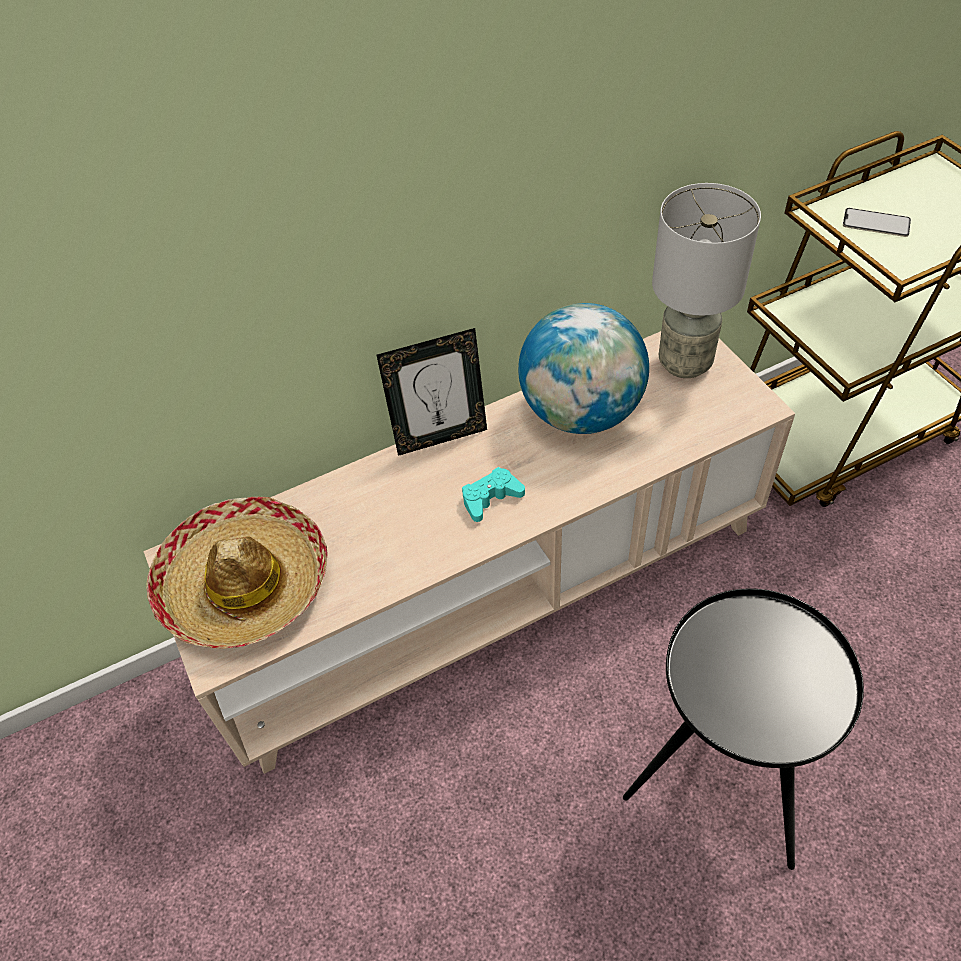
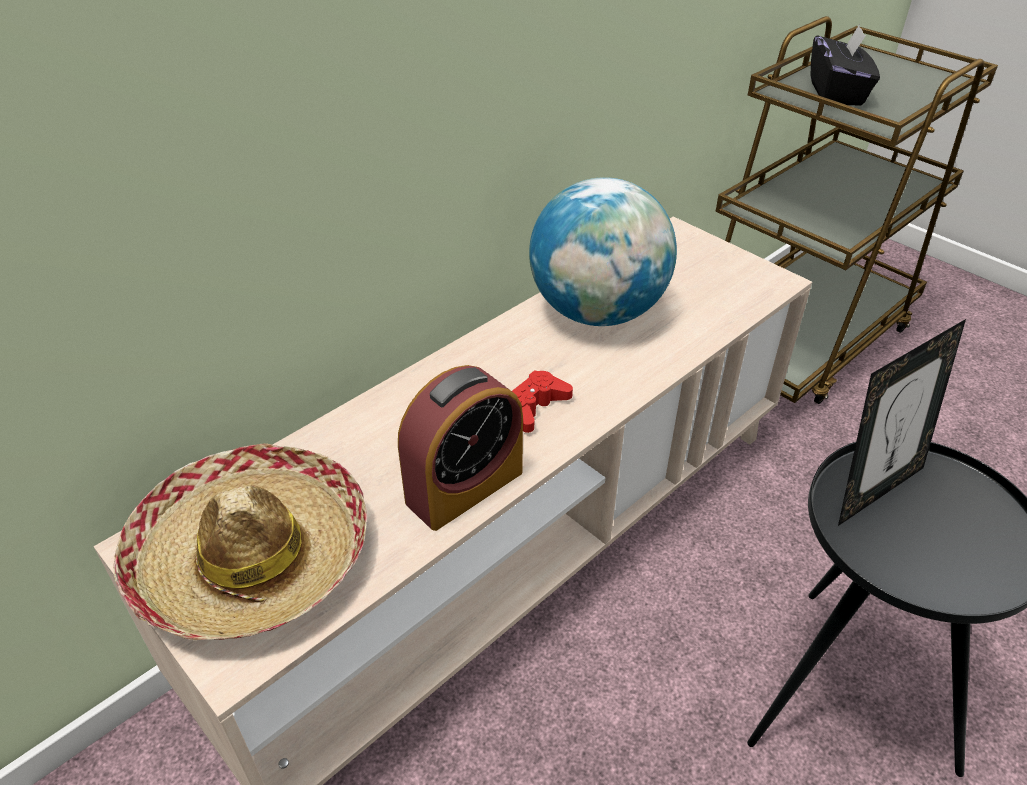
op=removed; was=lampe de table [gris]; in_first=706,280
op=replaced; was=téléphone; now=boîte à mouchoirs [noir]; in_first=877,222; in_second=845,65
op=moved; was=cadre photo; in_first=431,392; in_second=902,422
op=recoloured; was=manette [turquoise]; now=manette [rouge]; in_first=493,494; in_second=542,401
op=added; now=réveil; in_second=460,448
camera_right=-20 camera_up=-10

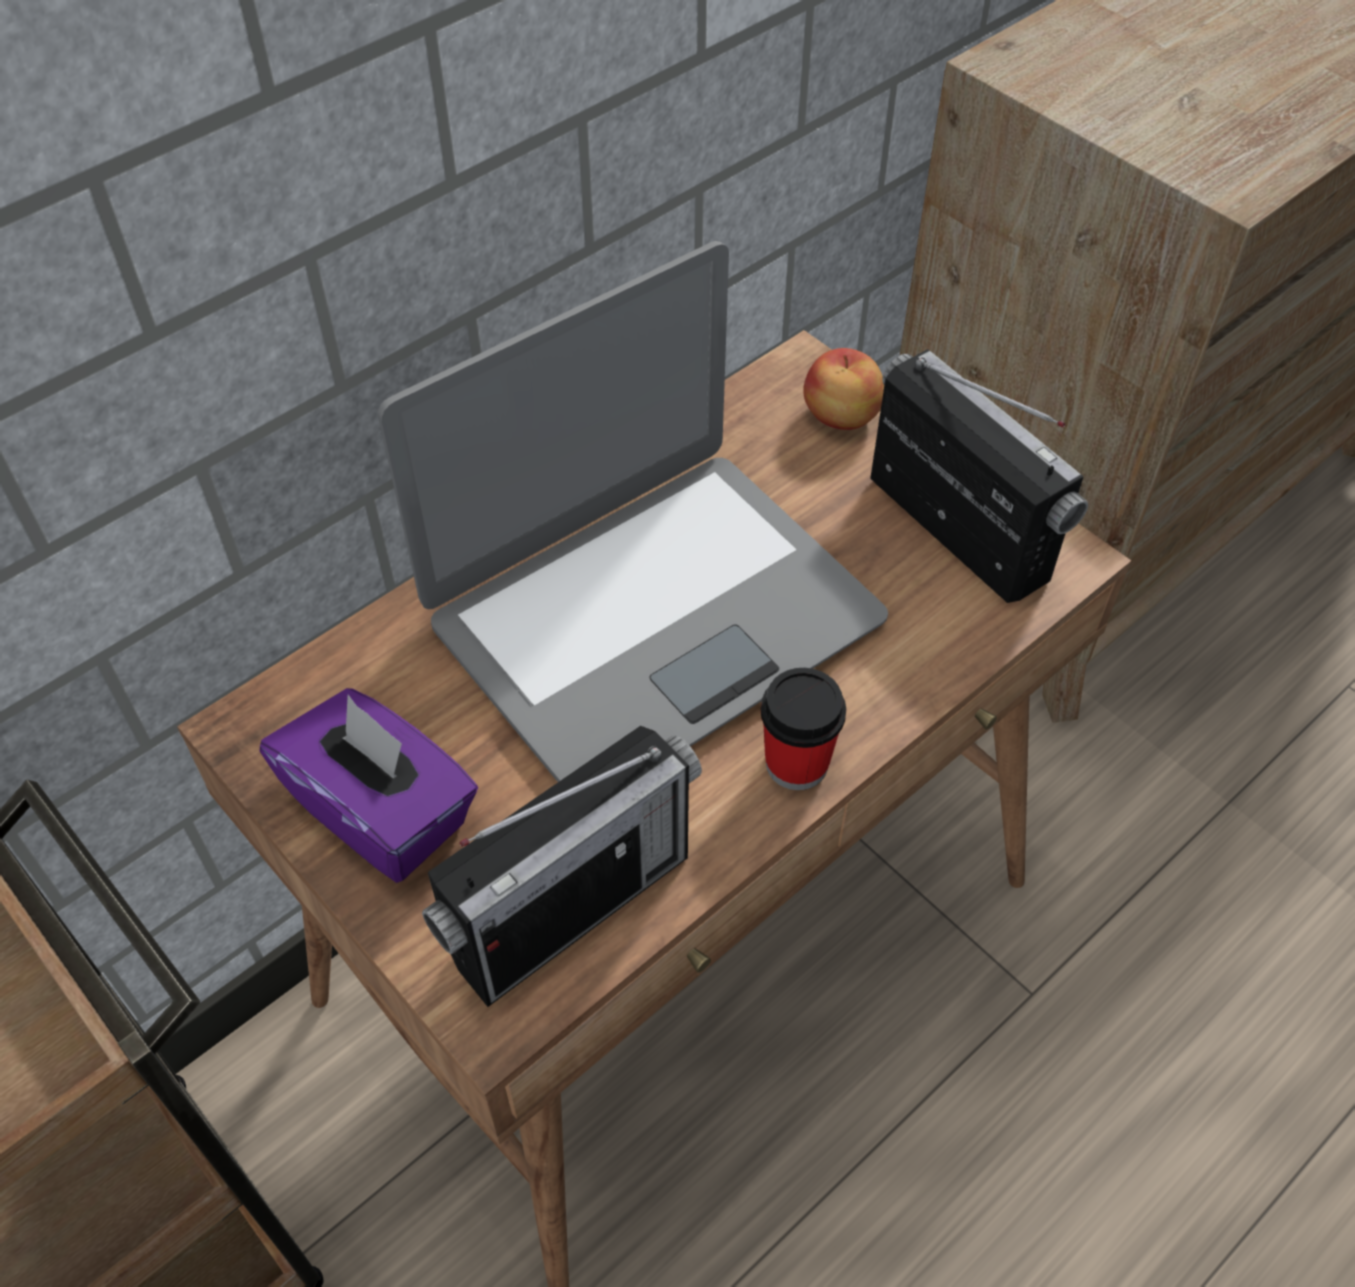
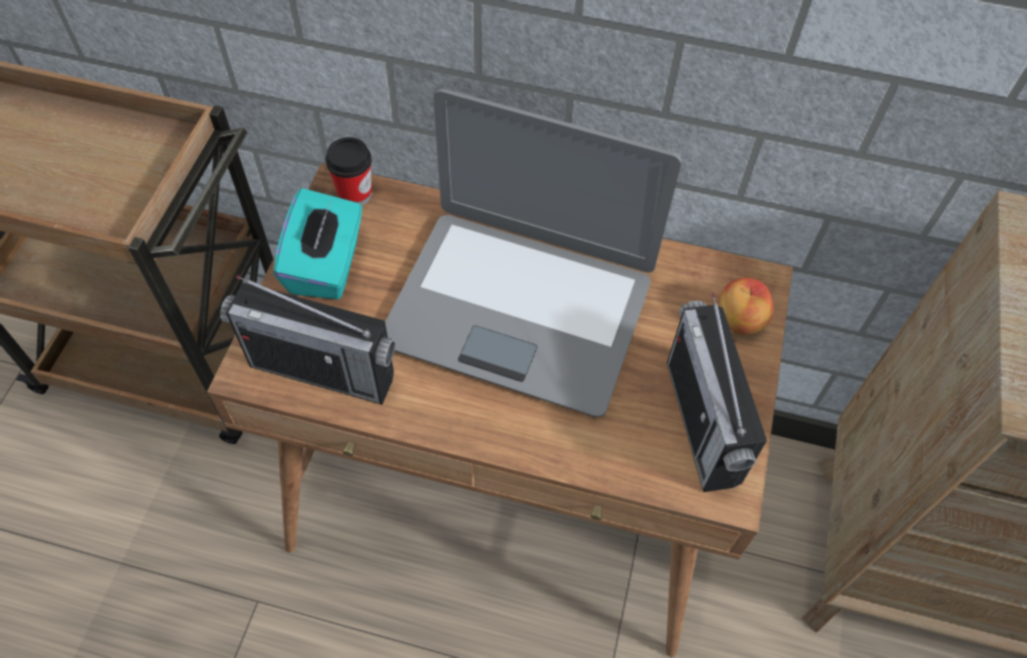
op=turned; was=radio; in_first=979,476; in_second=717,392; clockwise=150
op=moved; was=tasse; in_first=803,729; in_second=349,171
op=recoloured; was=boîte à mouchoirs [violet]; now=boîte à mouchoirs [turquoise]; in_first=369,785; in_second=317,244
camera_right=55 camera_up=5

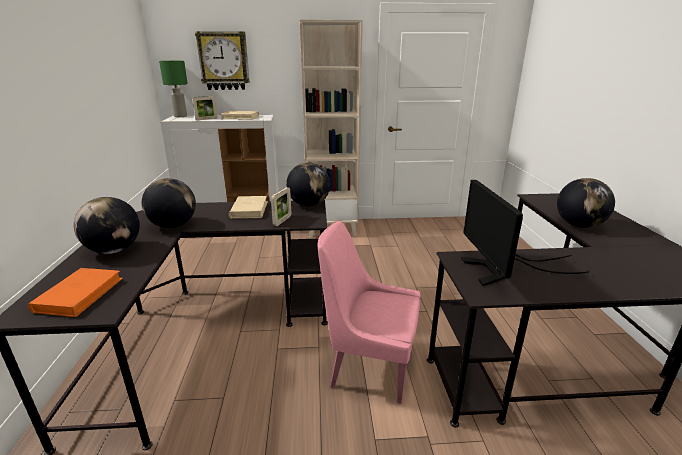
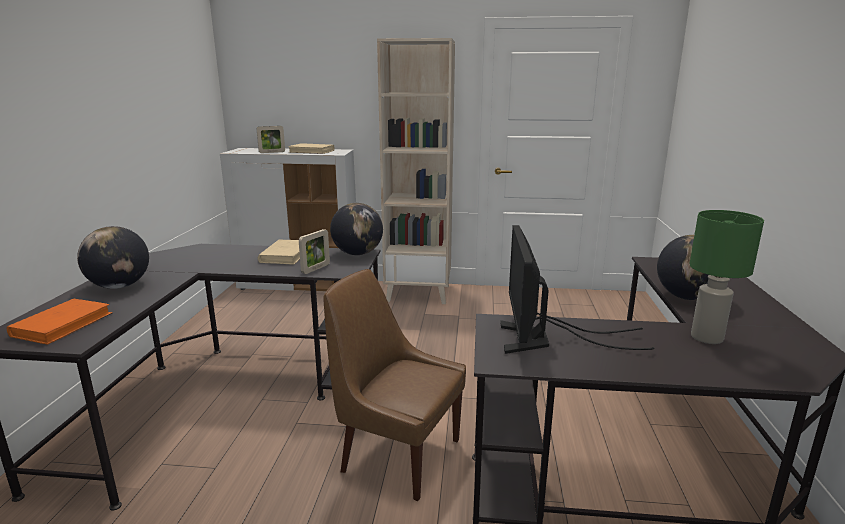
op=removed; was=horloge murale; in_first=222,60
op=moved; was=lampe de table [vert]; in_first=173,89; in_second=727,277
op=removed; was=globe; in_first=169,203
op=recoloured; was=chaise [rose]; now=chaise [marron]; in_first=369,312; in_second=394,385
camera_right=10 camera_up=-5

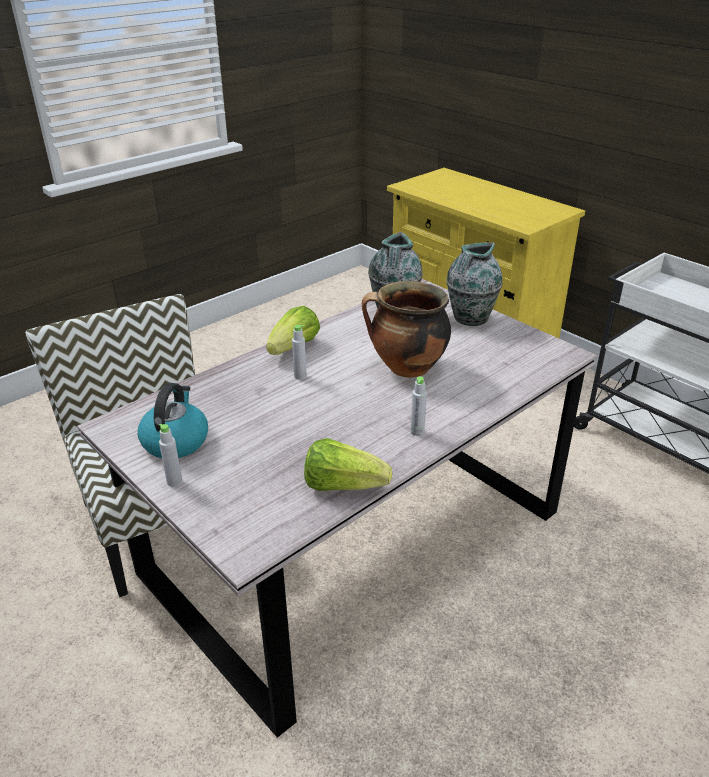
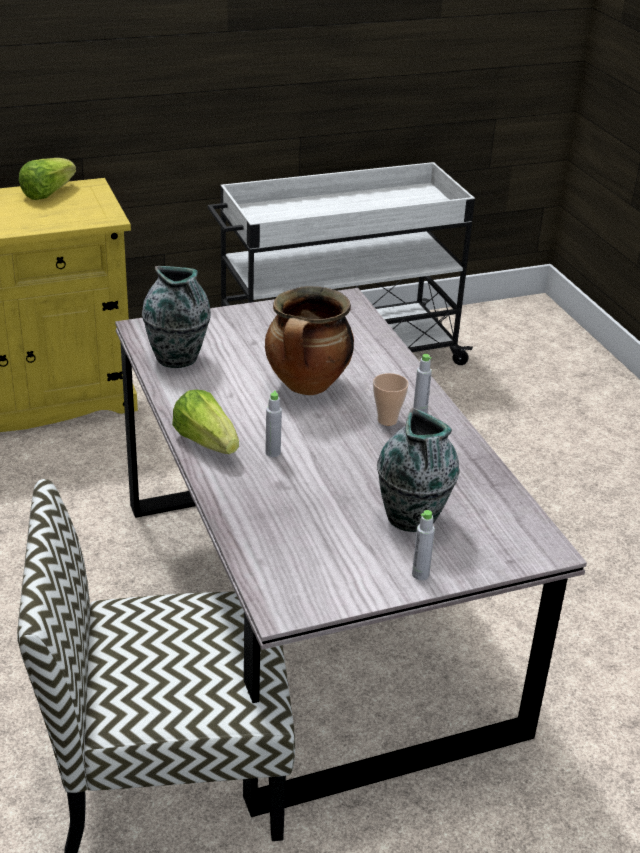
op=moved; was=vase; in_first=475,284; in_second=418,470
op=removed; was=bouilloire; in_first=173,420
op=moved; was=laitue; in_first=348,464; in_second=47,179
op=added; now=tasse; in_second=391,399
camera_right=-70 camera_up=0

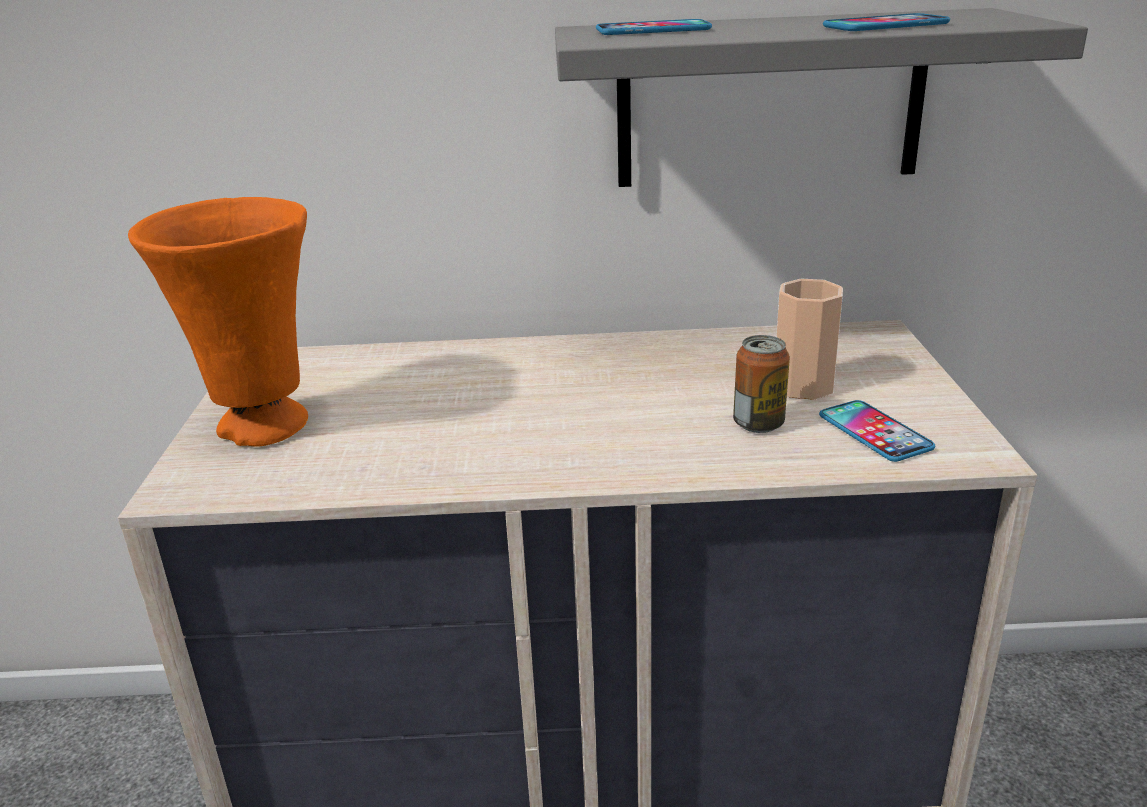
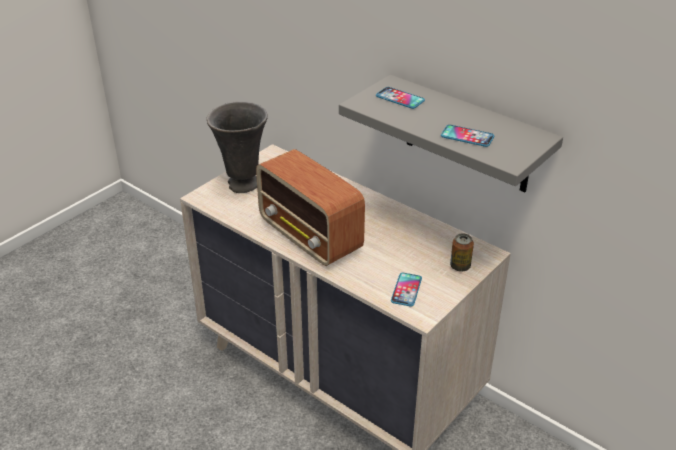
op=recoloured; was=vase [orange]; now=vase [gris]; in_first=218,322; in_second=237,147
op=removed; was=tasse; in_first=809,339
op=moved; was=boîte métallique; in_first=761,384; in_second=462,252
op=added; now=radio; in_second=310,207
camera_right=40 camera_up=10

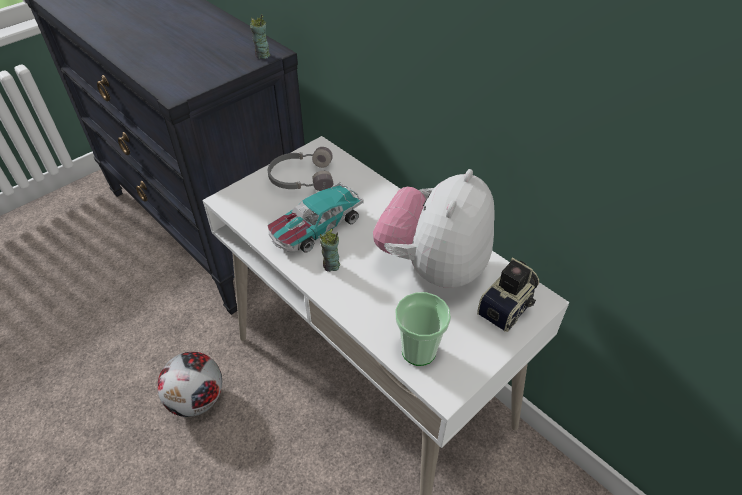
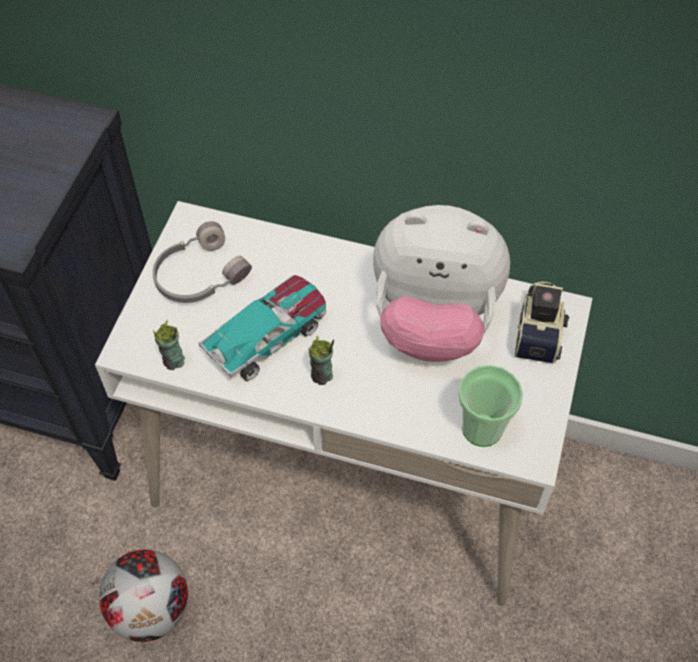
op=moved; was=tasse; in_first=260,36; in_second=169,345
op=turned; was=peluche; in_first=434,228; in_second=441,283; clockwise=-75
op=turned; was=petite voiture; in_first=316,217; in_second=262,328; clockwise=-150
camera_right=-30 camera_up=10

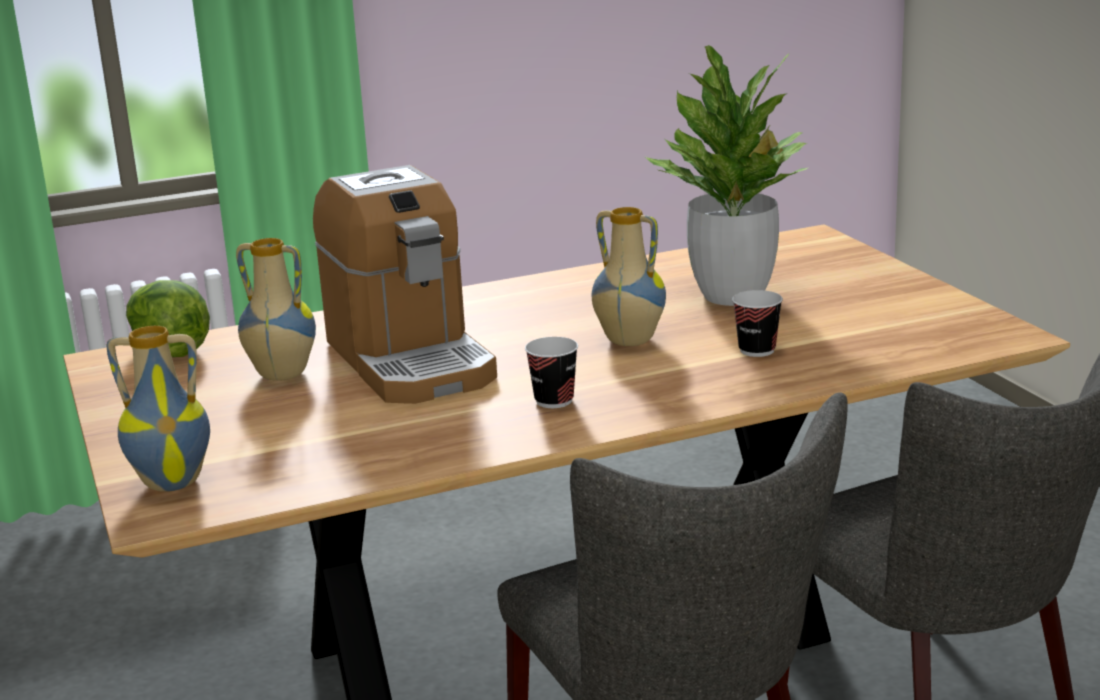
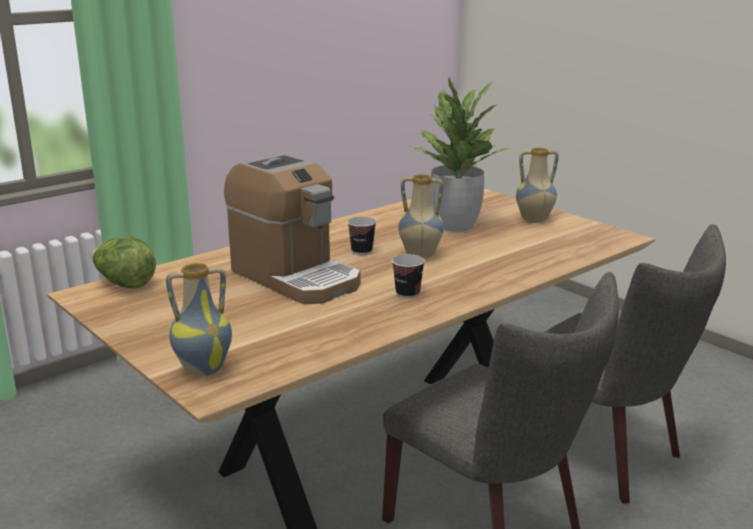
op=moved; was=vase; in_first=276,309; in_second=537,185
op=moved; was=tasse; in_first=757,323; in_second=361,236
camera_right=-20 camera_up=0

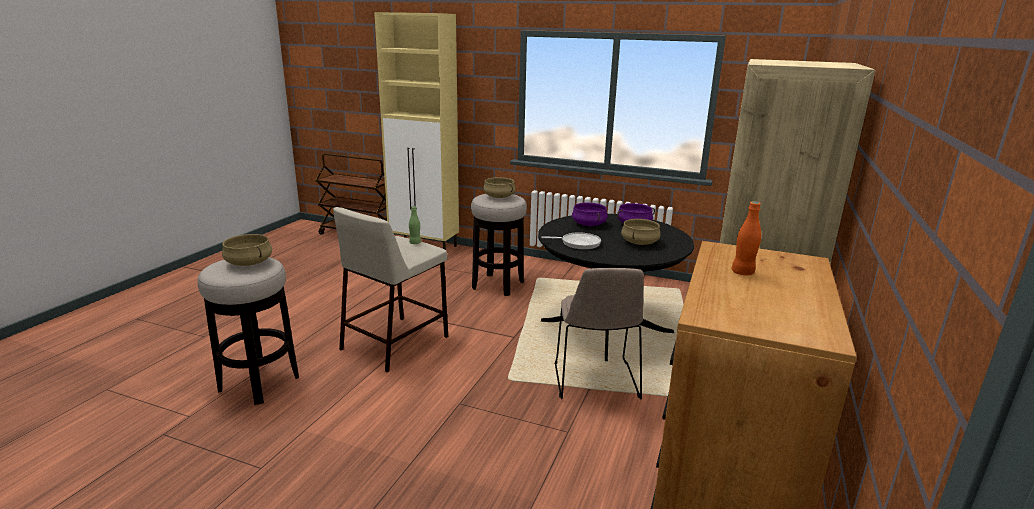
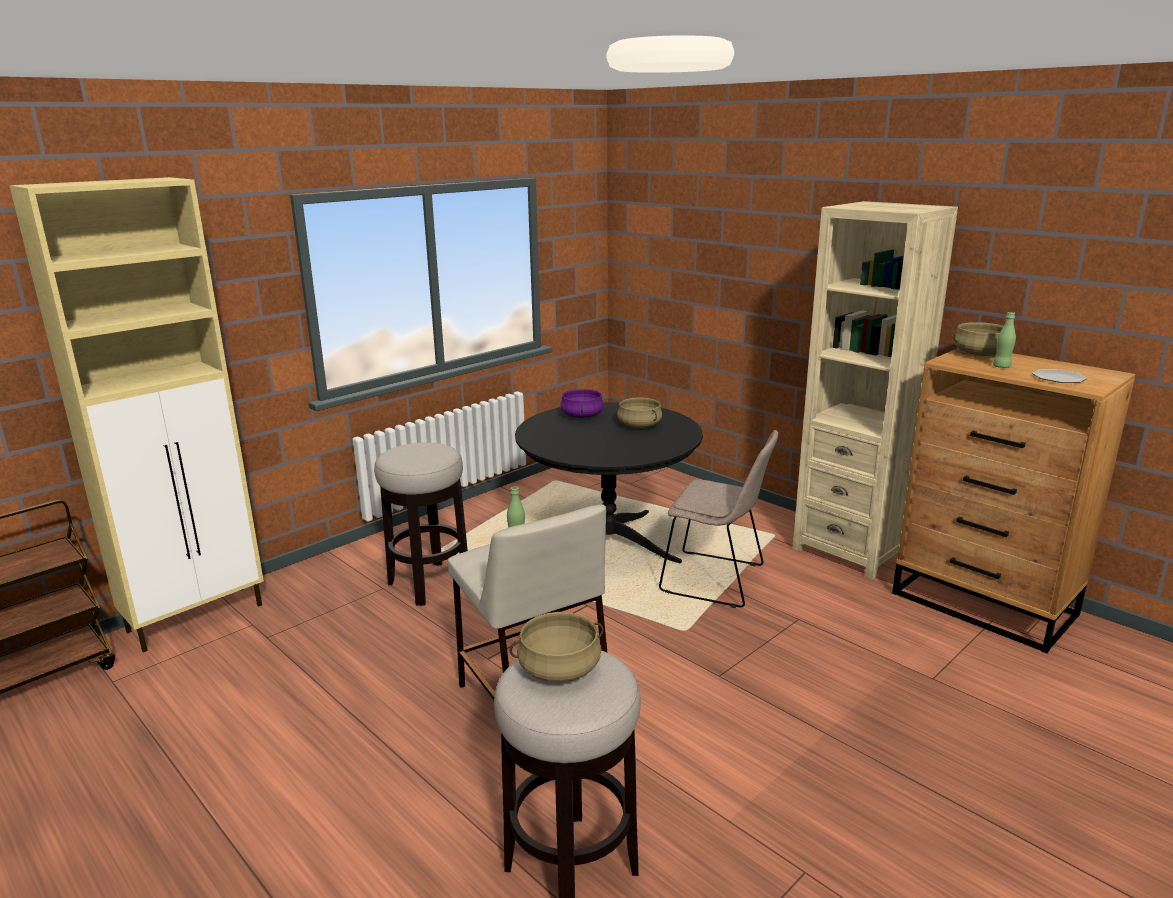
op=moved; was=marmite [beige]; in_first=499,187; in_second=978,339
op=recoloured; was=bouteille [orange]; now=bouteille [vert]; in_first=746,238; in_second=1004,340
op=removed; was=marmite [violet]; in_first=590,214
op=removed; was=poêle; in_first=571,241
op=added; now=assiette; in_second=1059,376
camera_right=-65 camera_up=0

